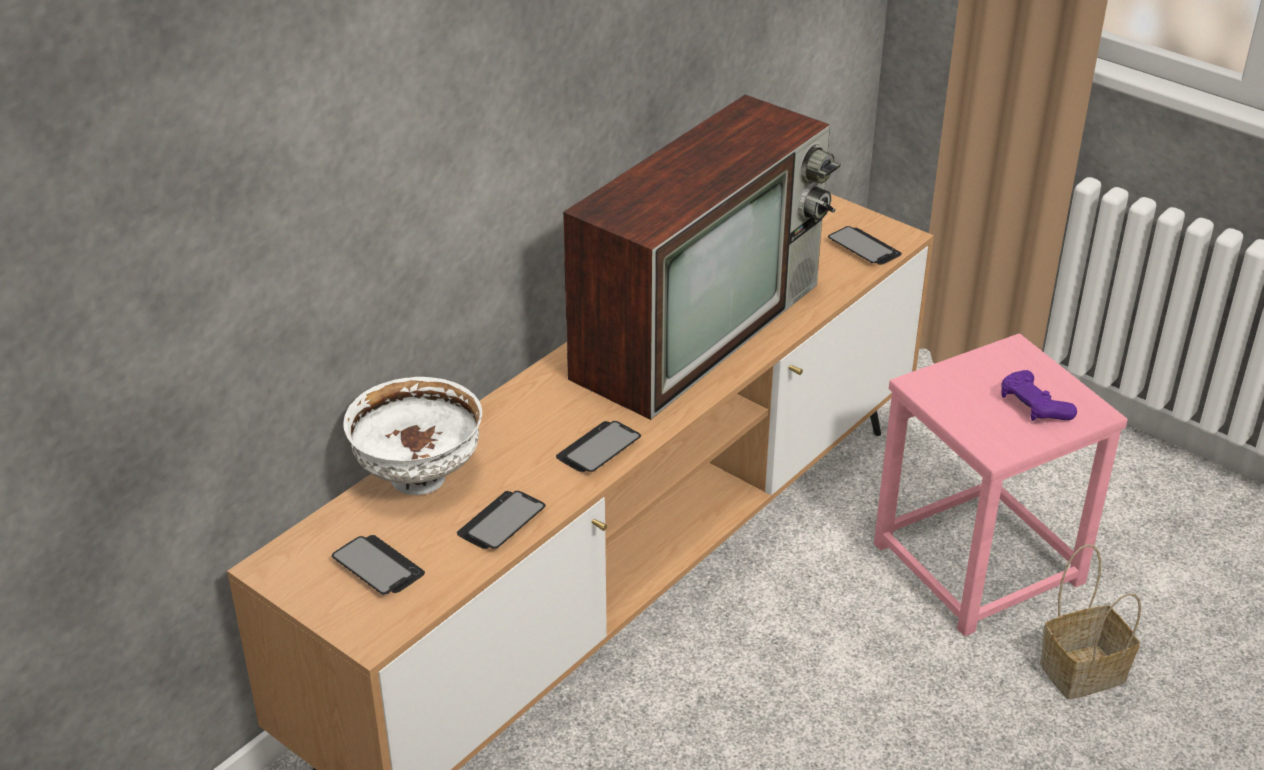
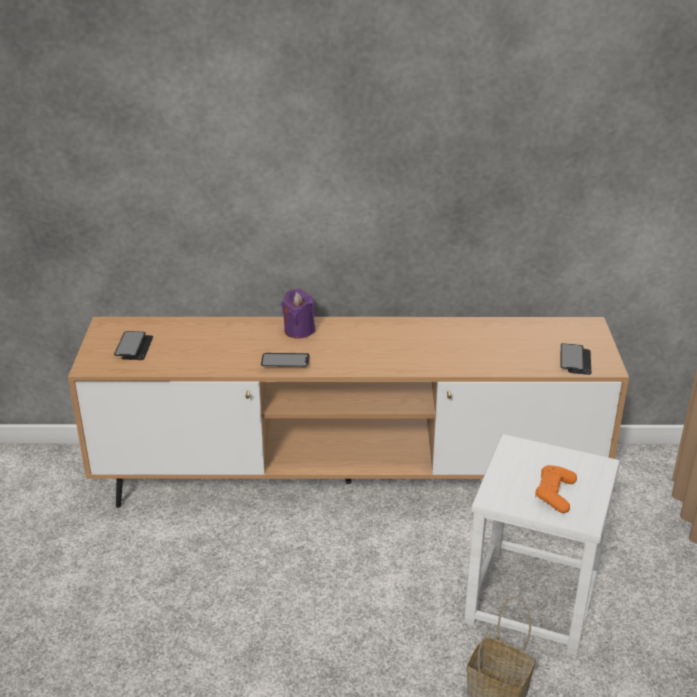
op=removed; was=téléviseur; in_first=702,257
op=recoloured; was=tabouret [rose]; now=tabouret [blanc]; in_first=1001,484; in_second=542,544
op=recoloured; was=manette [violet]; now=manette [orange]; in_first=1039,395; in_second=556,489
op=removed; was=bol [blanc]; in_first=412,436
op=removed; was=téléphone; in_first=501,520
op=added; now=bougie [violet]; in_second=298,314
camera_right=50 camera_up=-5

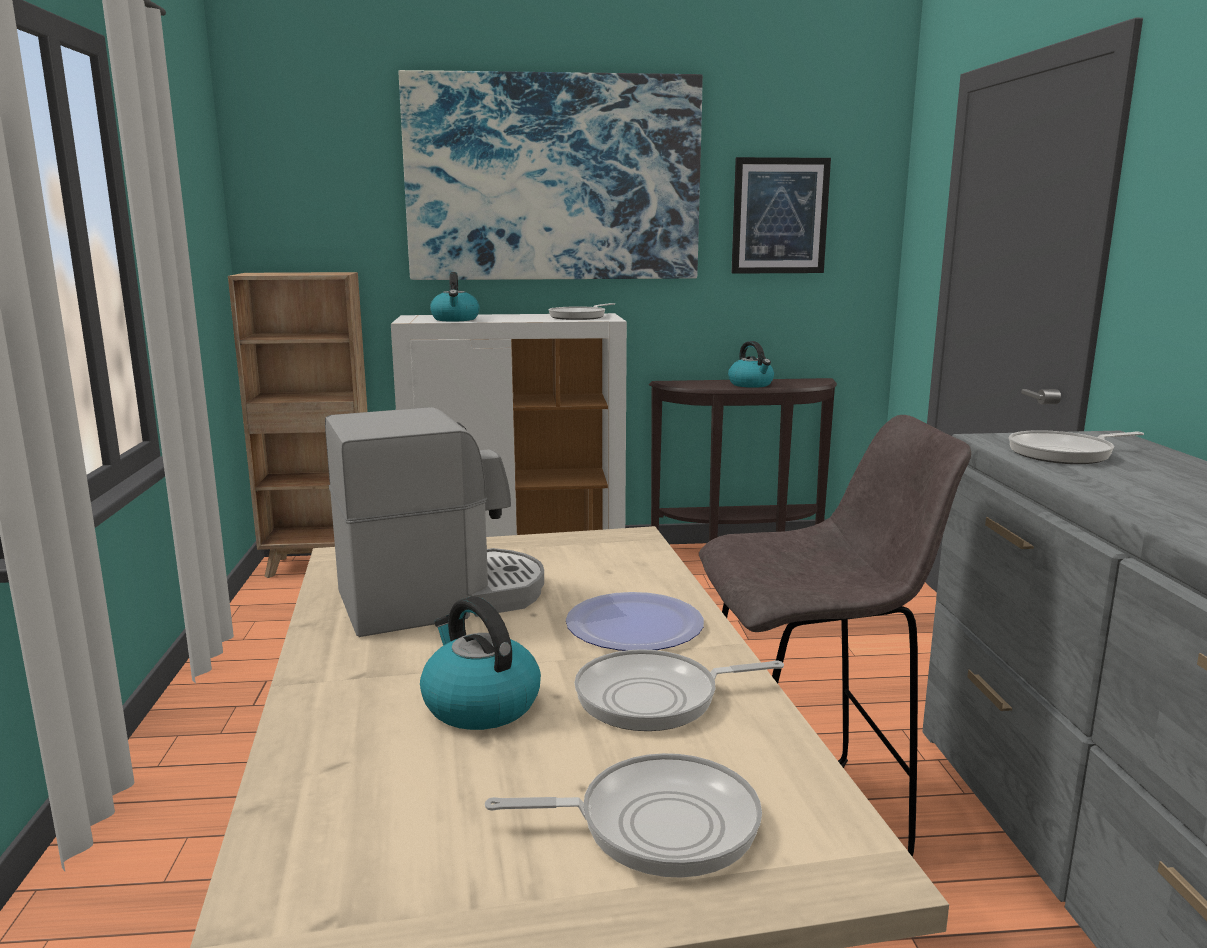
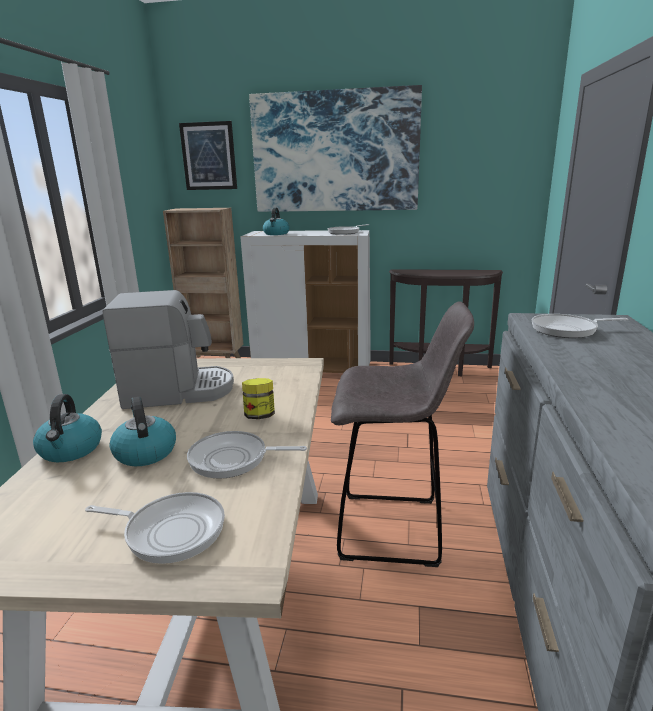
op=moved; was=tableau; in_first=781,215; in_second=208,155
op=moved; was=bouilloire; in_first=751,364; in_second=67,428
op=replaced; was=assiette; now=bocal; in_first=635,621; in_second=258,398
camera_right=15 camera_up=5

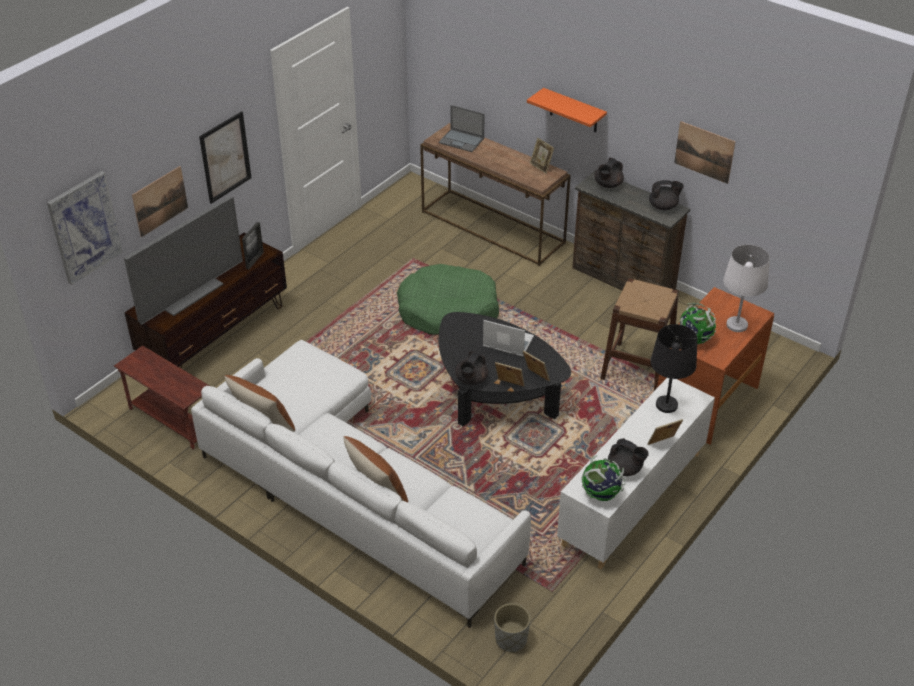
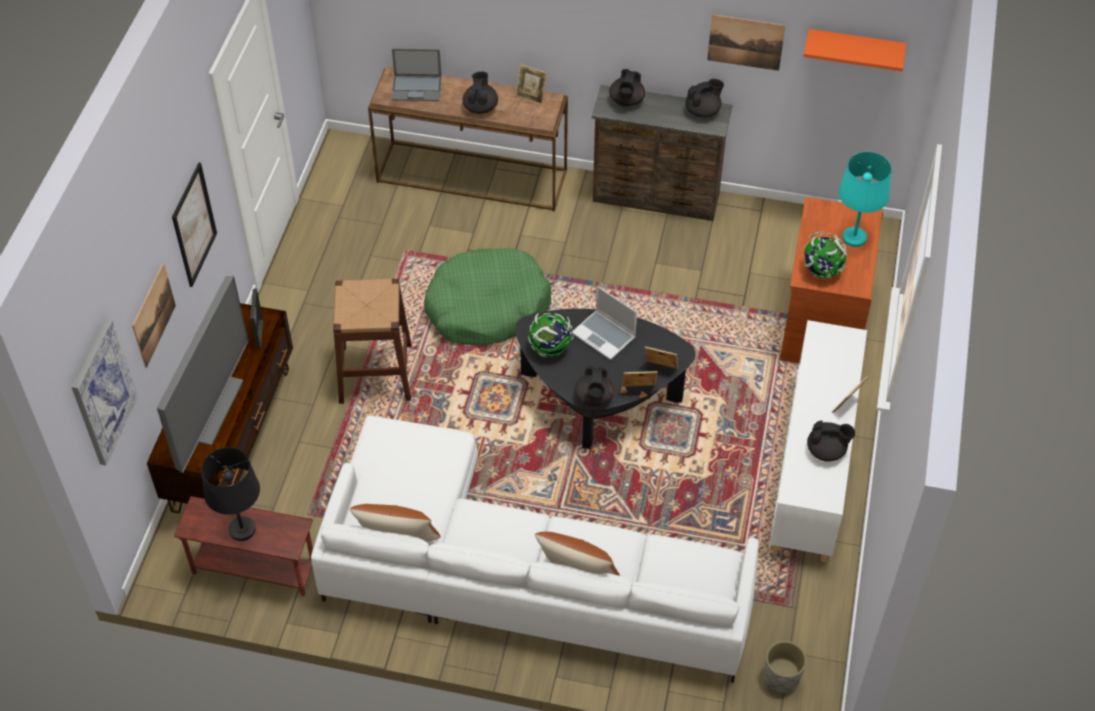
op=moved; was=étagère [orange]; in_first=567,110; in_second=854,50
op=recoloured; was=lampe de table [blanc]; now=lampe de table [turquoise]; in_first=746,288; in_second=865,199
op=moved; was=tabouret [marron]; in_first=639,334; in_second=372,341
op=turned; was=ordinateur portable; in_first=508,338; in_second=604,323; clockwise=-135
op=moved; was=lampe de table [noir]; in_first=673,368; in_second=230,494
op=moved; was=globe; in_first=603,478; in_second=551,335
op=added; now=théière [noir]; in_second=480,93
camera_right=-25 camera_up=10

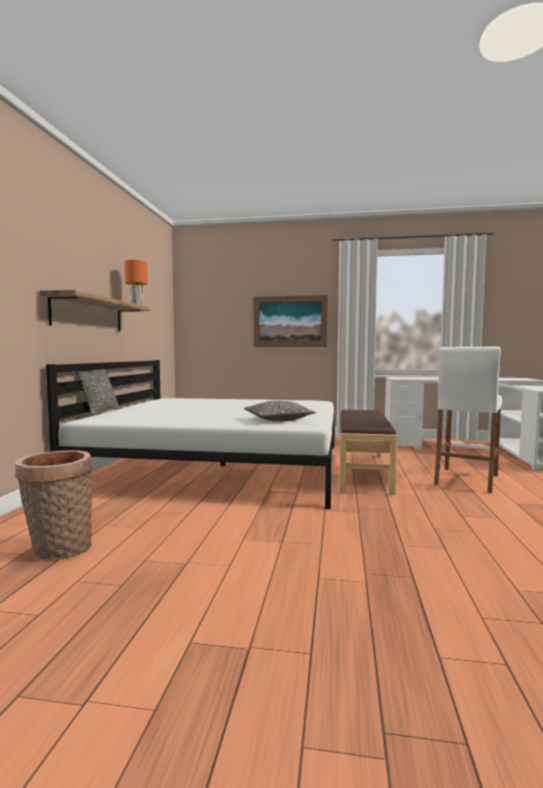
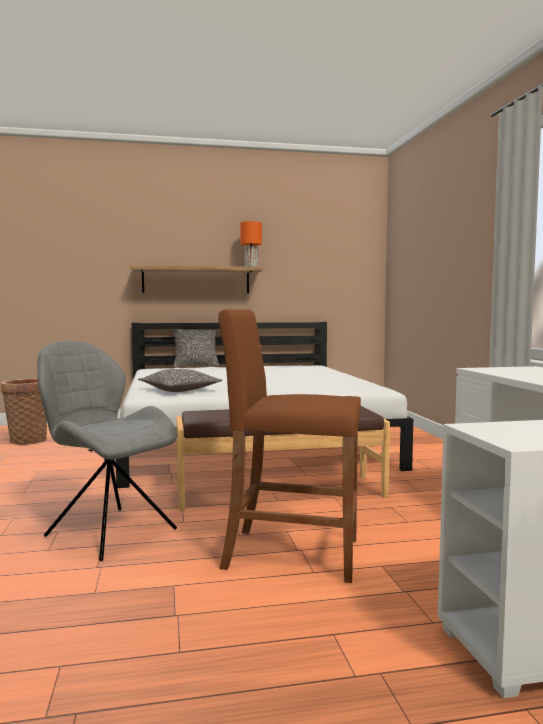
op=removed; was=tableau; in_first=291,321
op=recoloured; was=tabouret [blanc]; now=tabouret [marron]; in_first=468,419; in_second=289,446
op=added; now=chaise [gris]; in_second=107,450
camera_right=70 camera_up=0

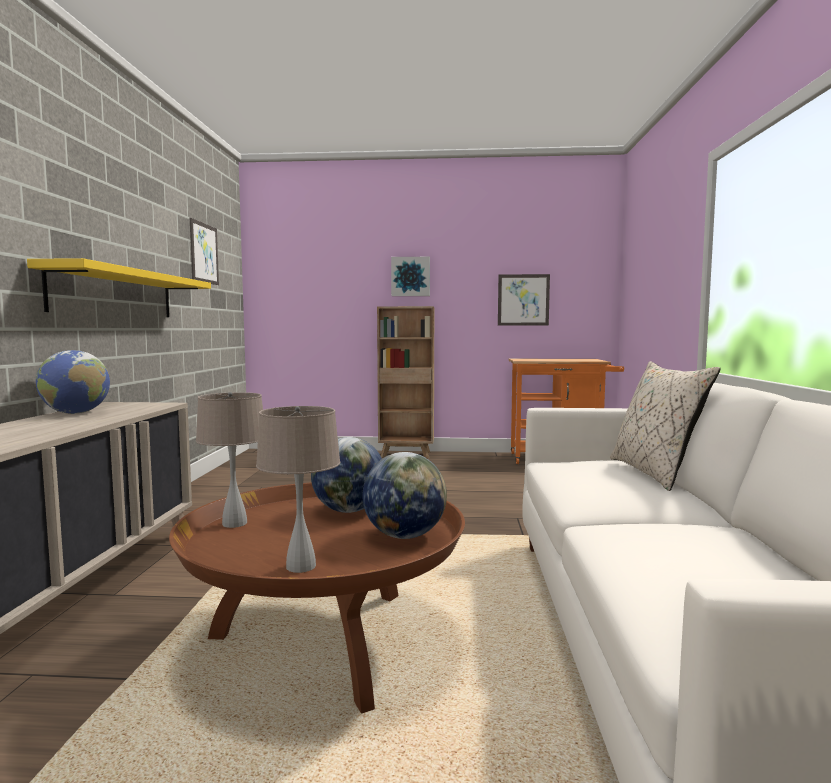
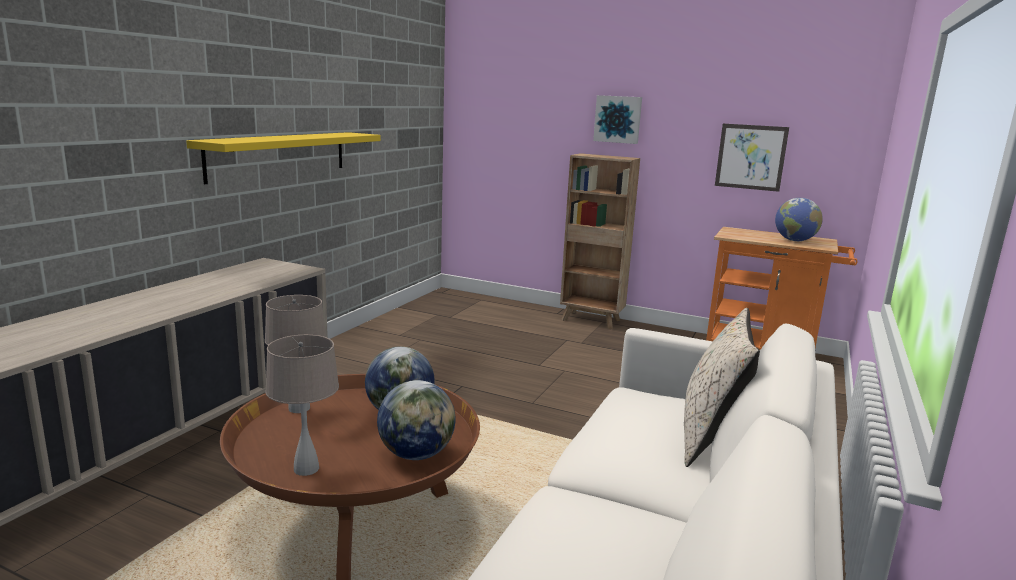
op=removed; was=tableau; in_first=204,251
op=moved; was=globe; in_first=73,382; in_second=799,219
camera_right=20 camera_up=10

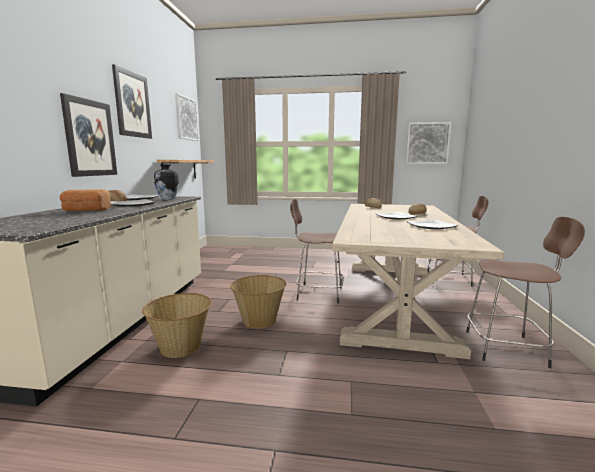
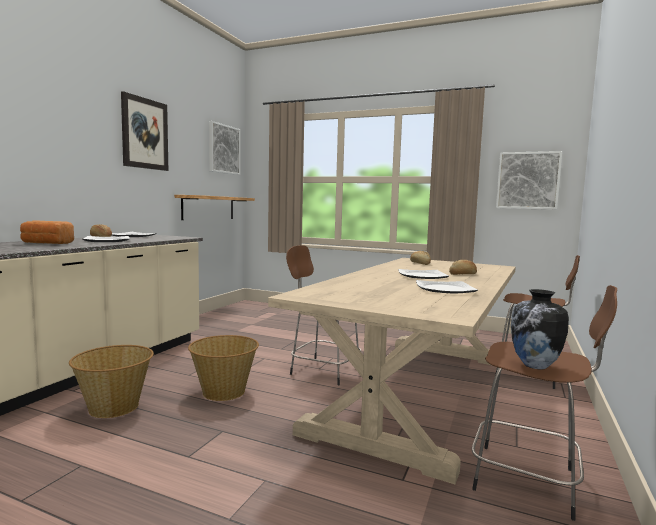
op=removed; was=tableau; in_first=88,135
op=moved; was=vase; in_first=166,182; in_second=540,329
camera_right=15 camera_up=-5

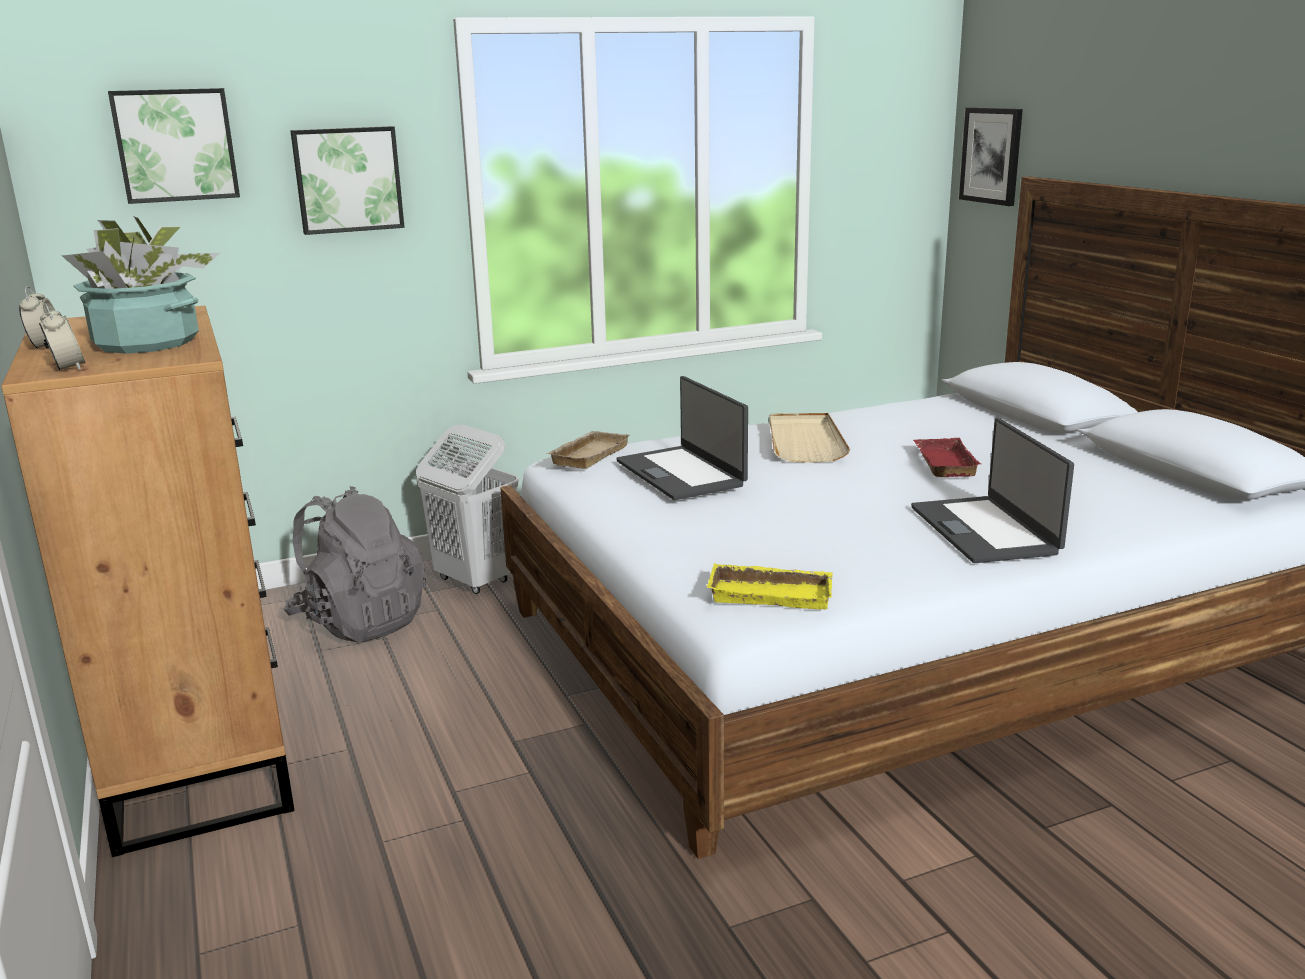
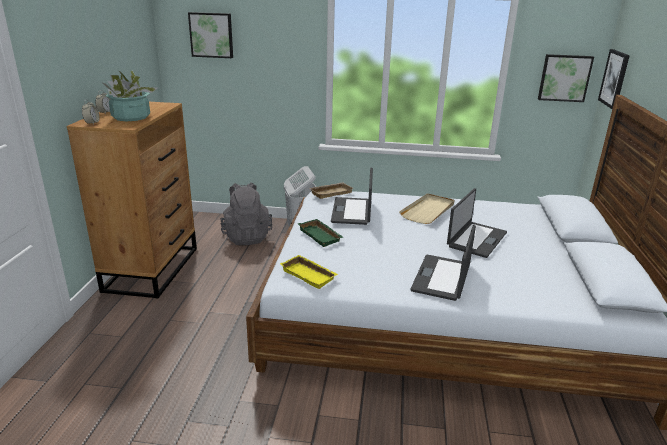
op=moved; was=tableau; in_first=347,180; in_second=566,78
op=replaced; was=plateau [rouge]; now=ordinateur portable; in_first=947,457; in_second=477,223
op=added; now=plateau [vert]; in_second=320,233
camera_right=30 camera_up=5

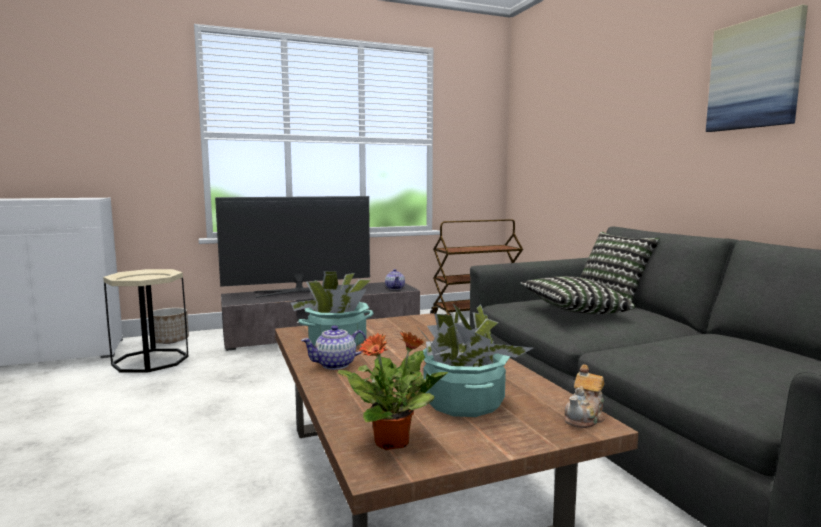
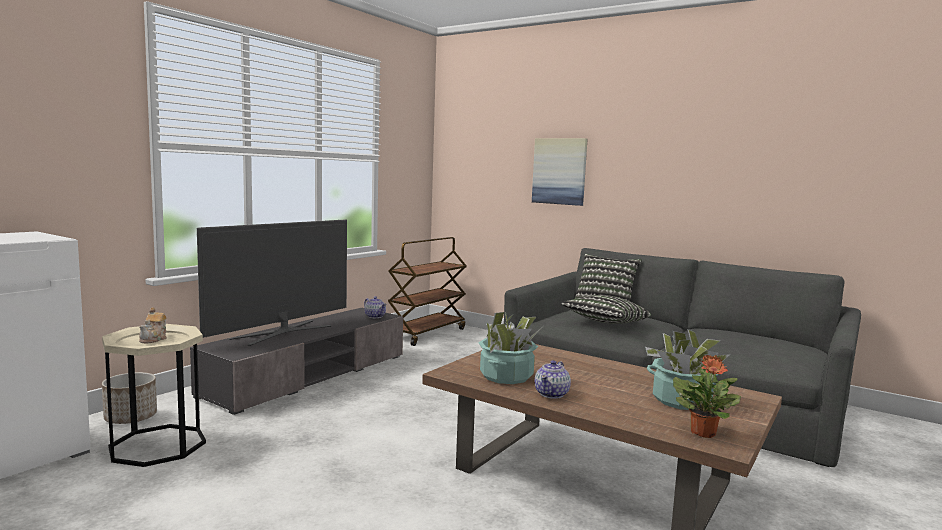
op=moved; was=tableau; in_first=757,68; in_second=559,172
op=moved; was=théière; in_first=584,396; in_second=153,325
camera_right=-35 camera_up=0

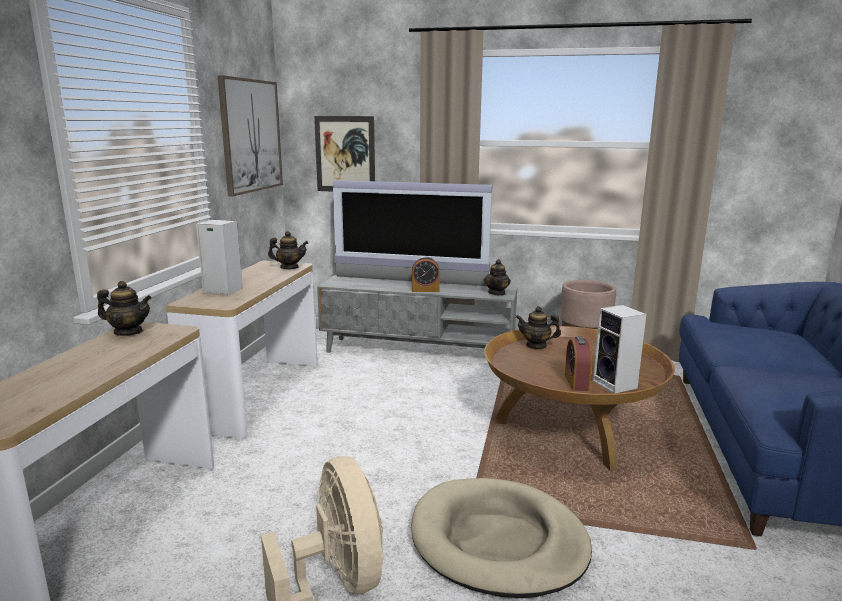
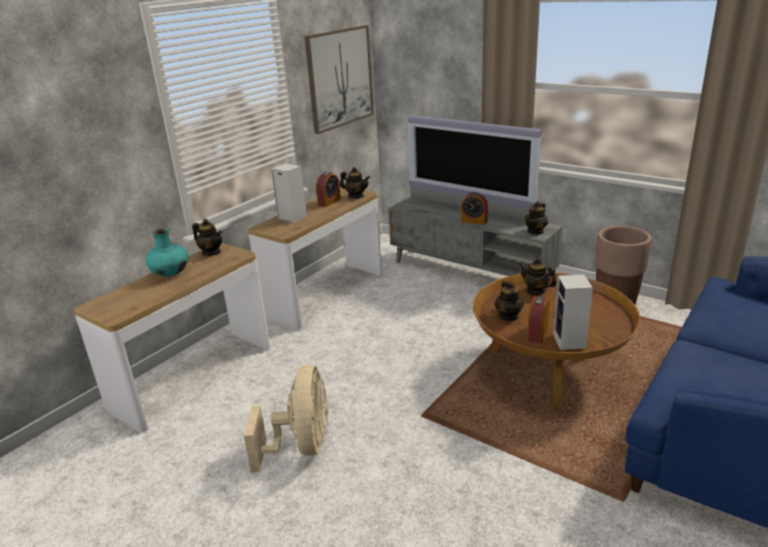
op=removed; was=tableau; in_first=344,153
op=removed; was=panier pour chien [beige]; in_first=501,538
op=added; now=réveil; in_second=328,189
op=added; now=vase [turquoise]; in_second=166,252
op=added; now=théière; in_second=509,301
camera_right=25 camera_up=10

